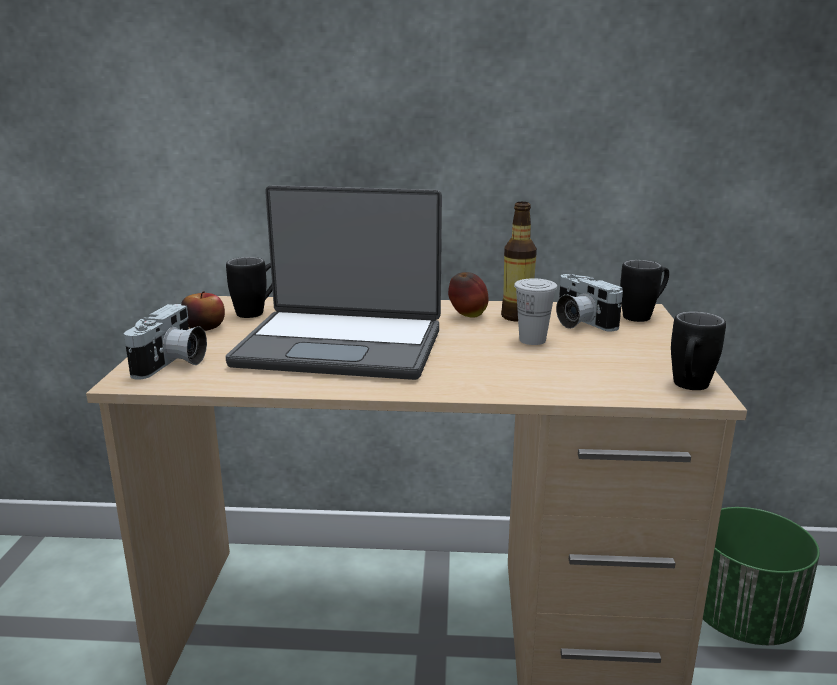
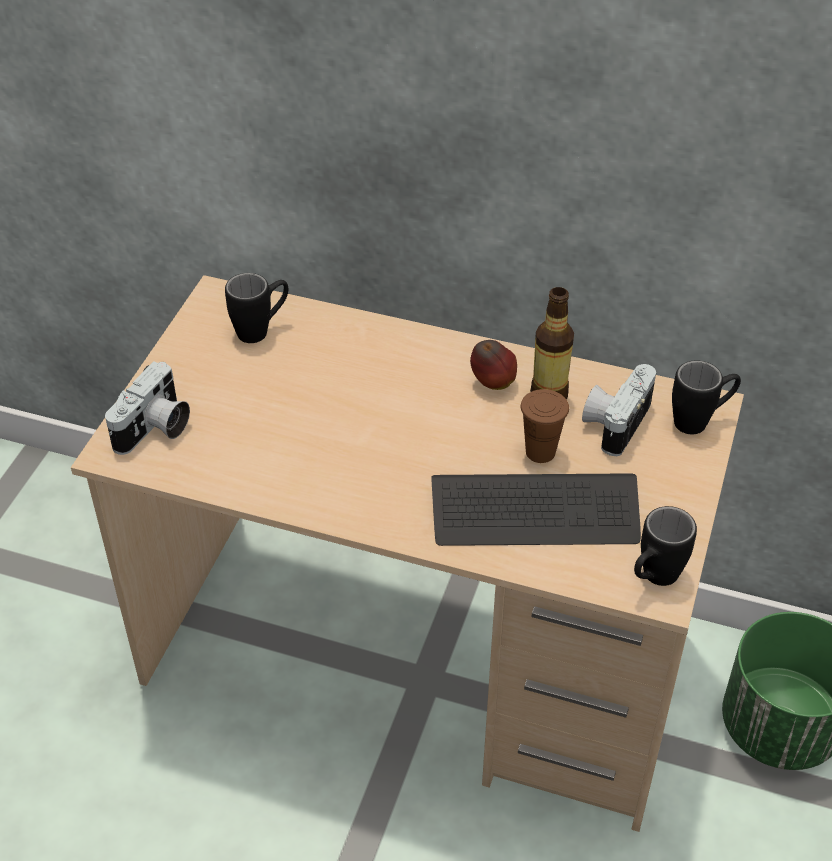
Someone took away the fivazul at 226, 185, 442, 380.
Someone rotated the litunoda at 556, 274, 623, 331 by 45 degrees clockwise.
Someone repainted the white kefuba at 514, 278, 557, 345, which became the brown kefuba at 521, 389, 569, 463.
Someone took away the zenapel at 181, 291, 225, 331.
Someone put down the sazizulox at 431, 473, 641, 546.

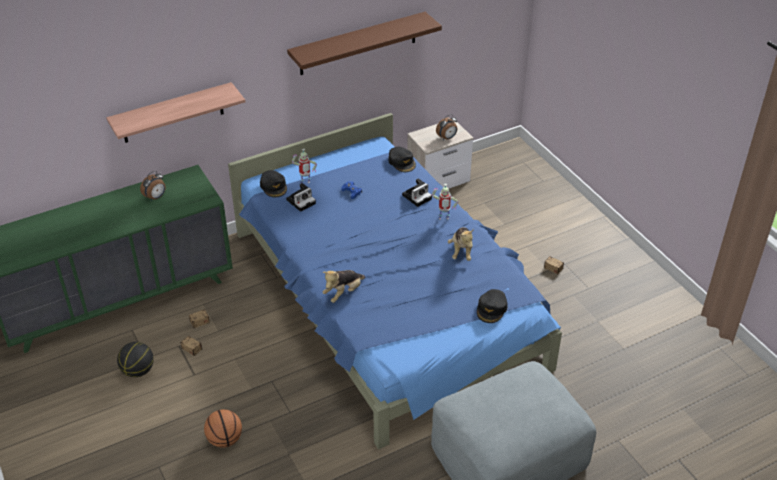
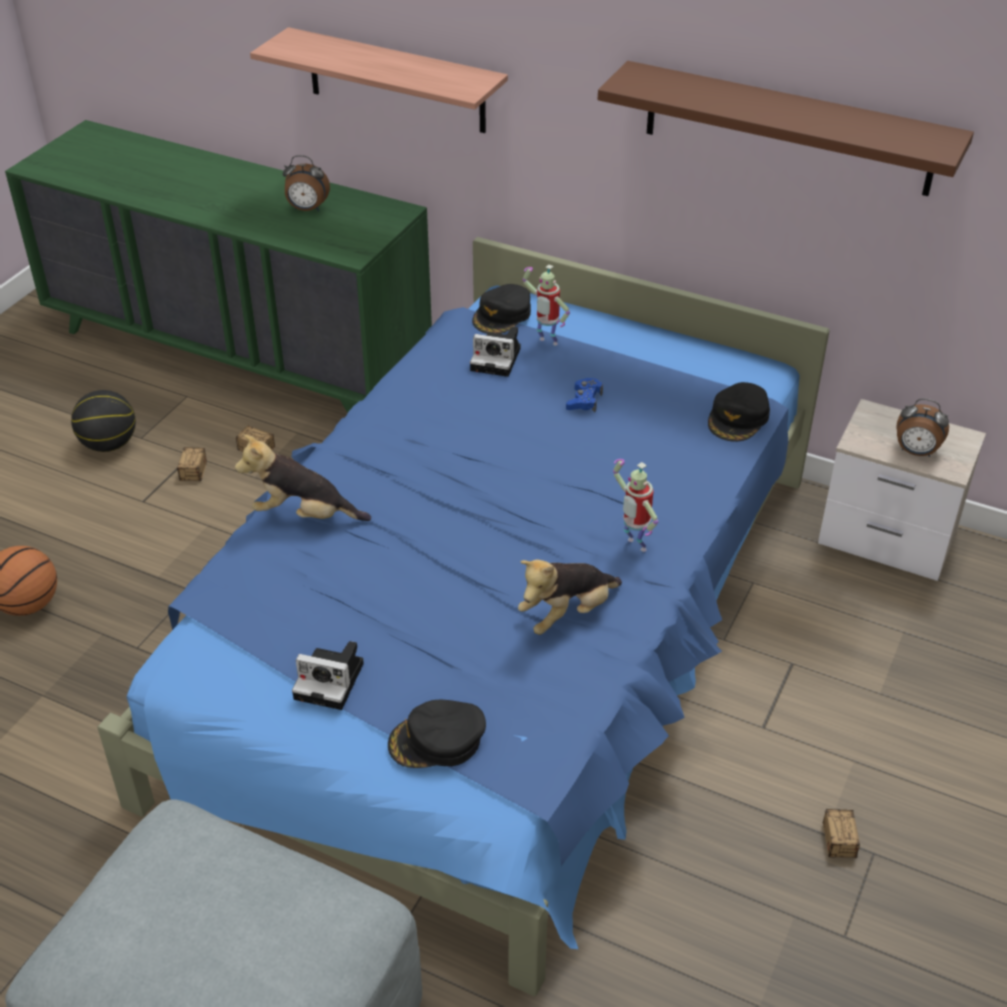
Someone carried the litunoda from 402, 178, 432, 207 to 292, 641, 364, 710.

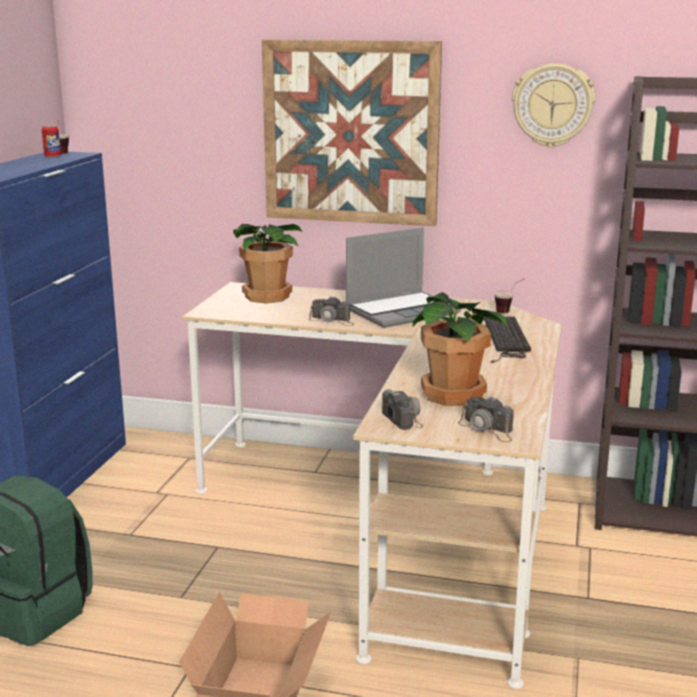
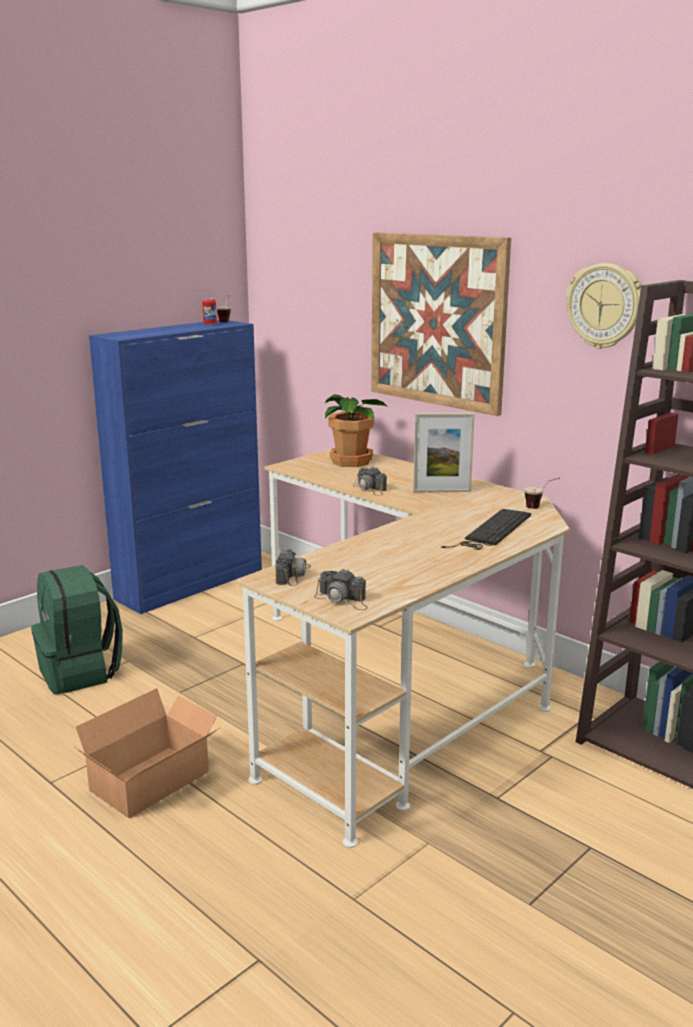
Someone swapped the fivazul at 346, 227, 461, 328 for the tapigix at 413, 413, 475, 492.
Someone took away the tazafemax at 413, 292, 508, 406.
Someone rotated the litunoda at 458, 396, 514, 442 by 45 degrees counterclockwise.

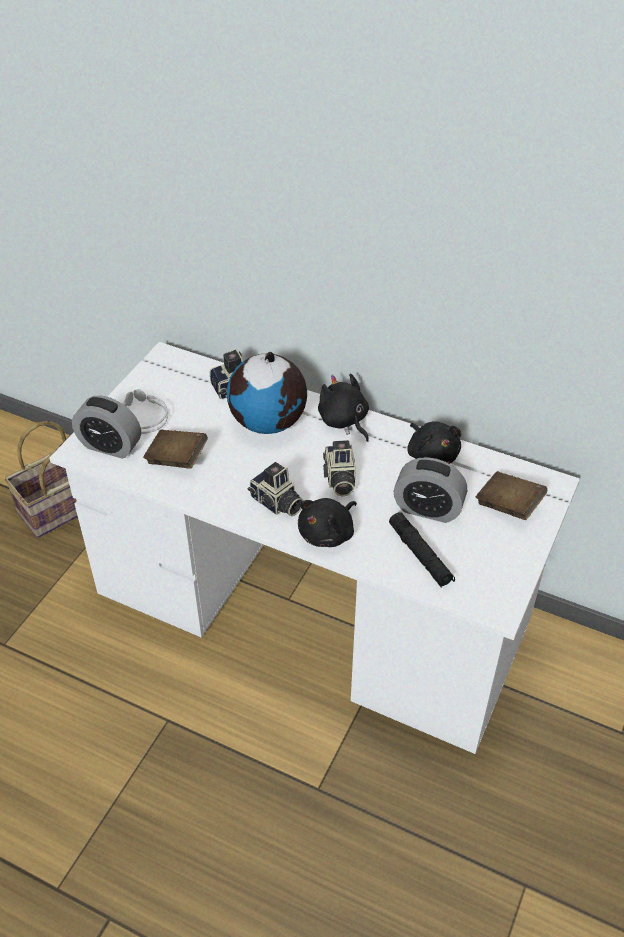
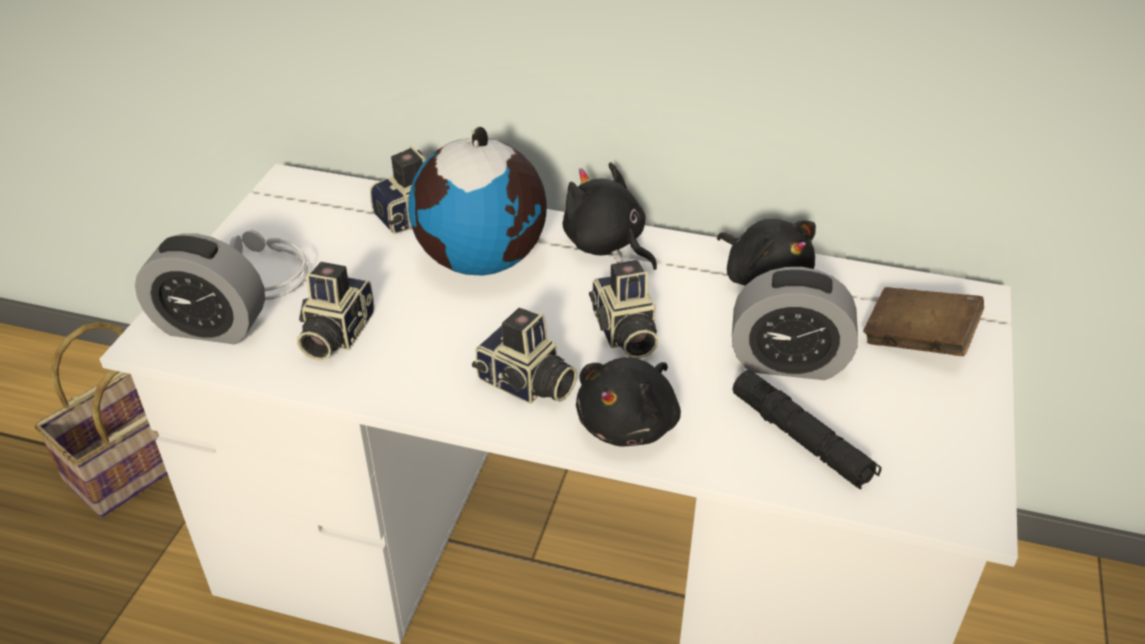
Someone swapped the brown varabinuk at 143, 430, 208, 469 for the litunoda at 297, 262, 374, 361.

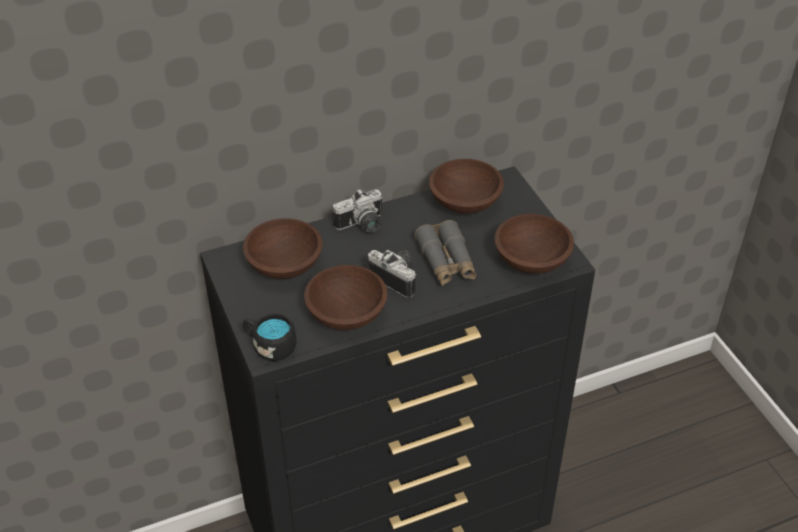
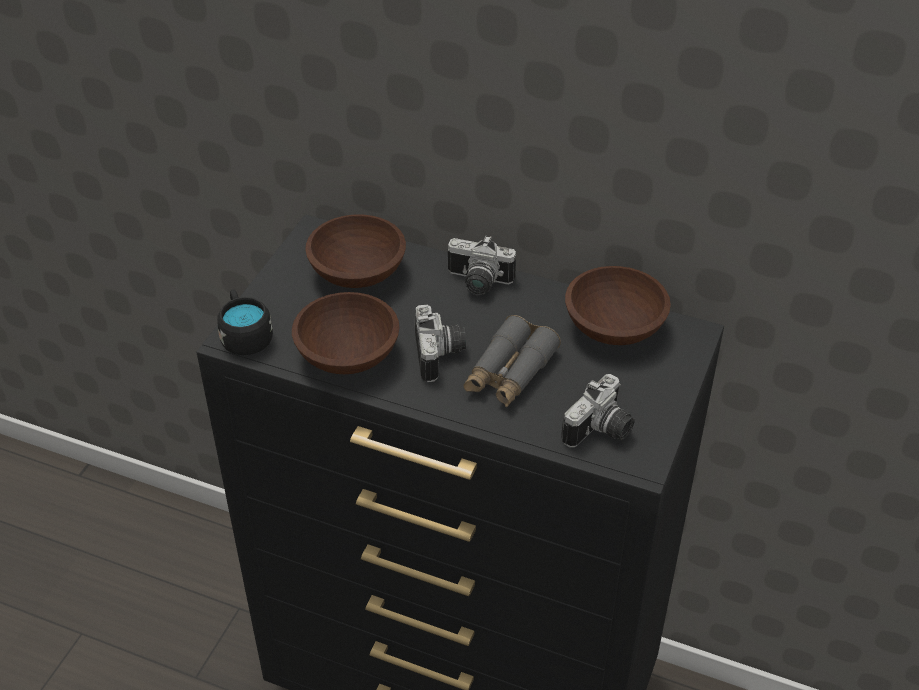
Someone swapped the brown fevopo at 495, 214, 574, 274 for the litunoda at 561, 374, 635, 448.

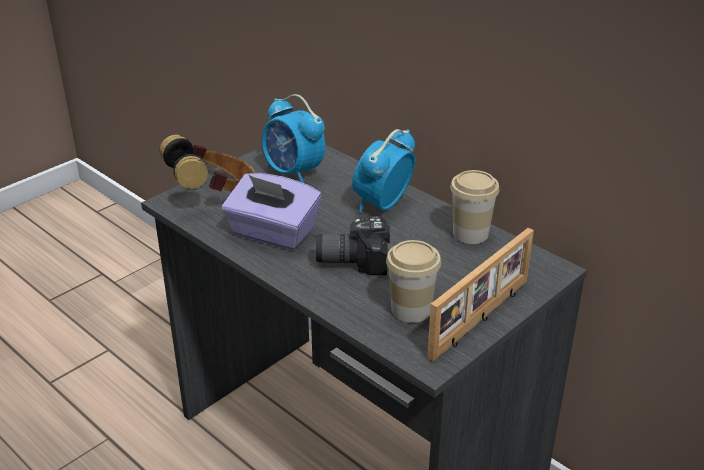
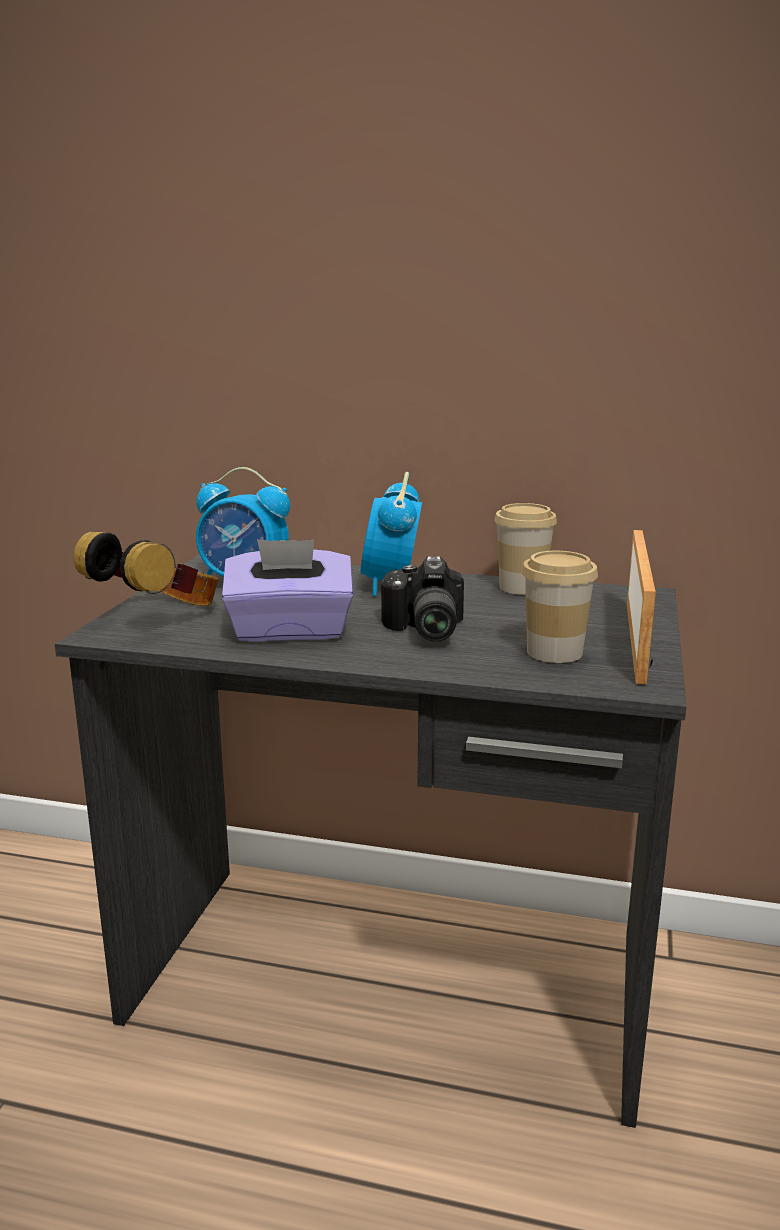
Someone rotated the litunoda at 316, 216, 390, 275 by 60 degrees counterclockwise.

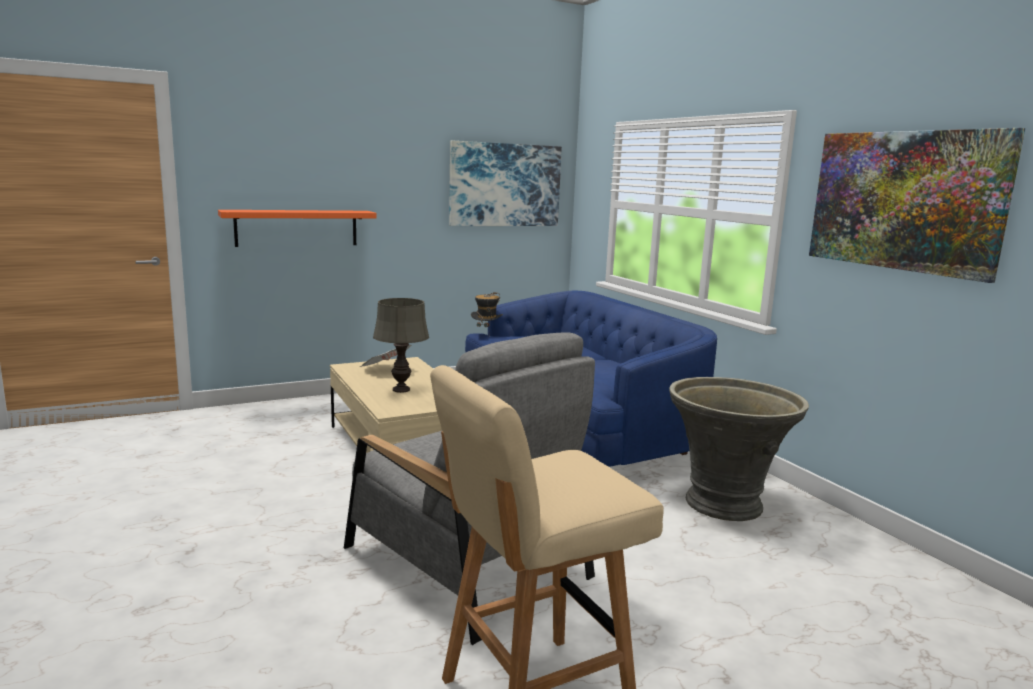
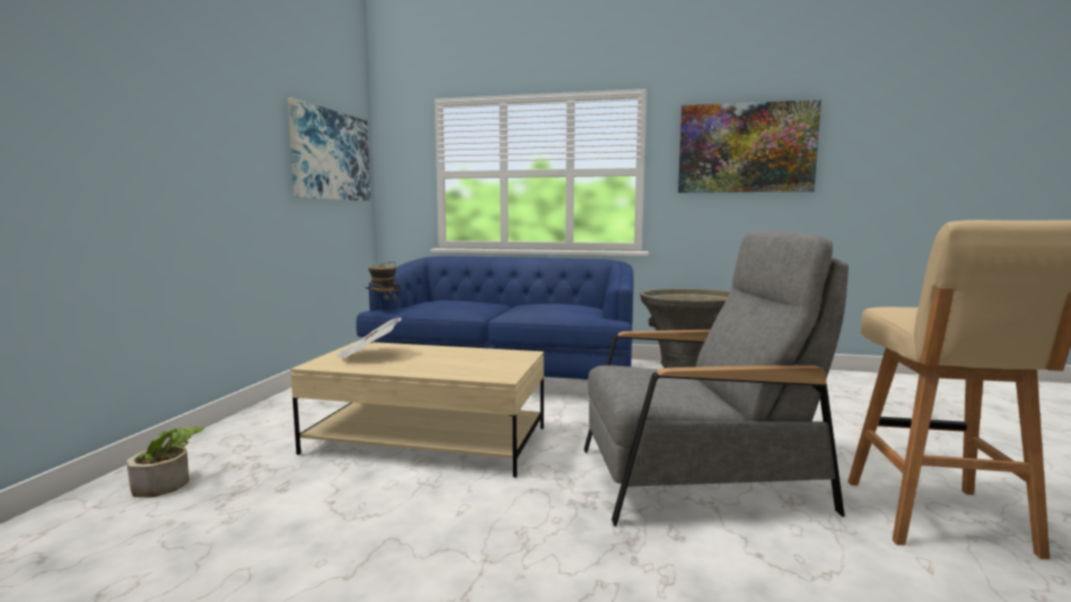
Someone took away the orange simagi at 218, 210, 377, 247.
Someone took away the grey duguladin at 373, 298, 429, 393.
Someone put down the tazafemax at 127, 427, 204, 498.

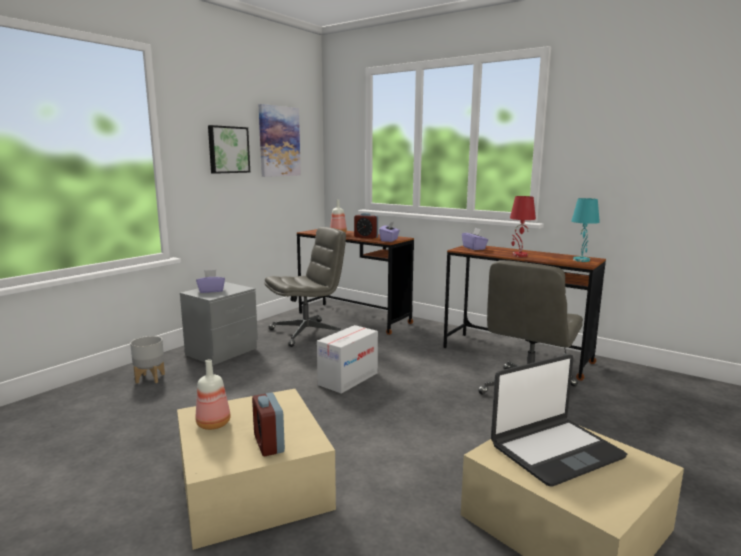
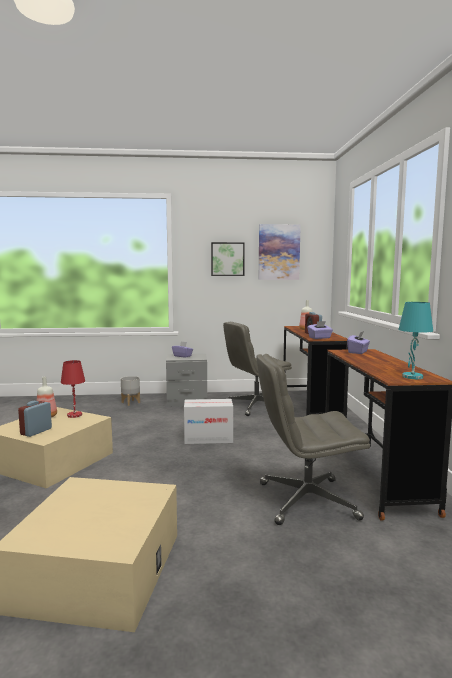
Someone carried the red duguladin from 510, 196, 536, 257 to 61, 360, 85, 418.
Someone rotated the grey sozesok at 265, 227, 346, 347 by 135 degrees clockwise.
Someone took away the fivazul at 491, 354, 627, 487.

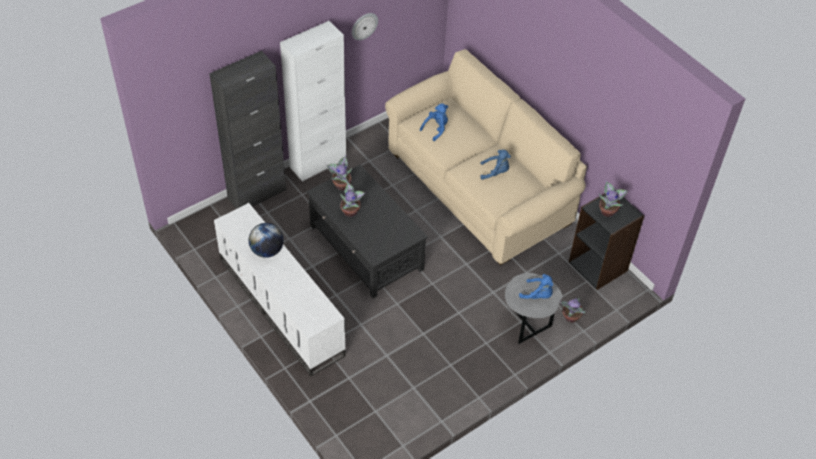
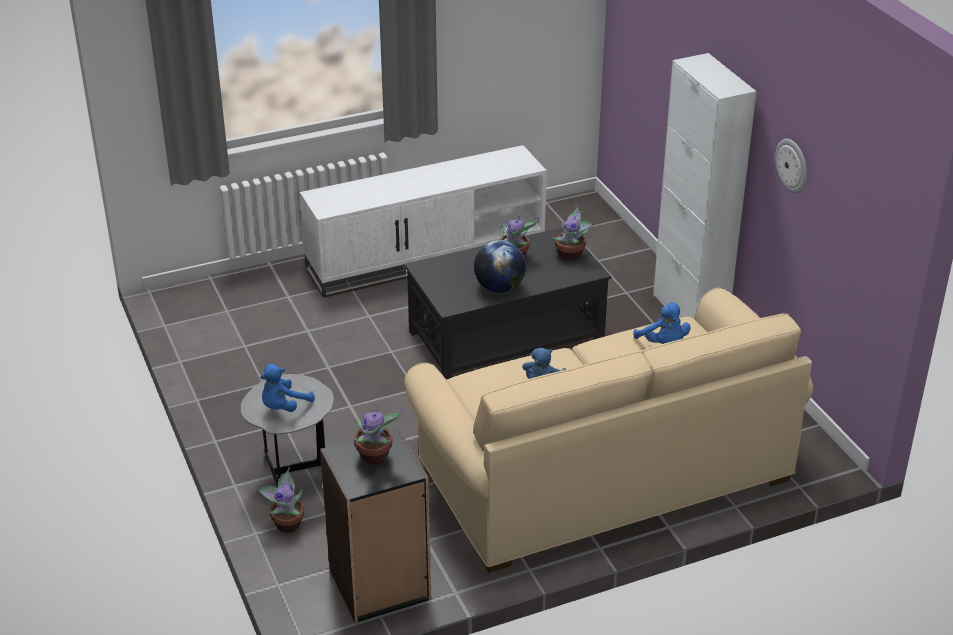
Someone took away the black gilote at 209, 51, 286, 209.
Someone carried the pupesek from 249, 223, 283, 258 to 474, 240, 526, 292.

